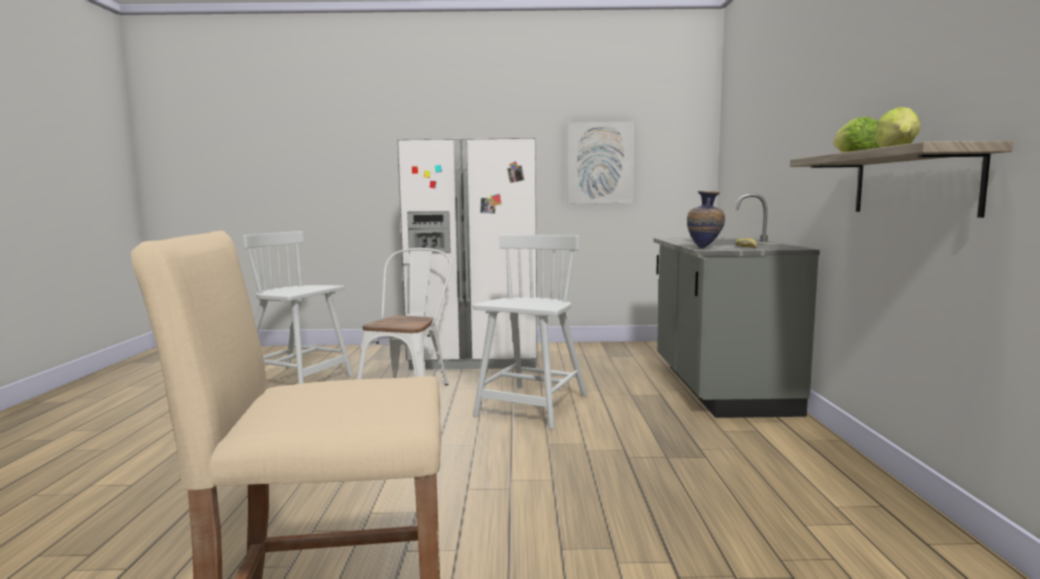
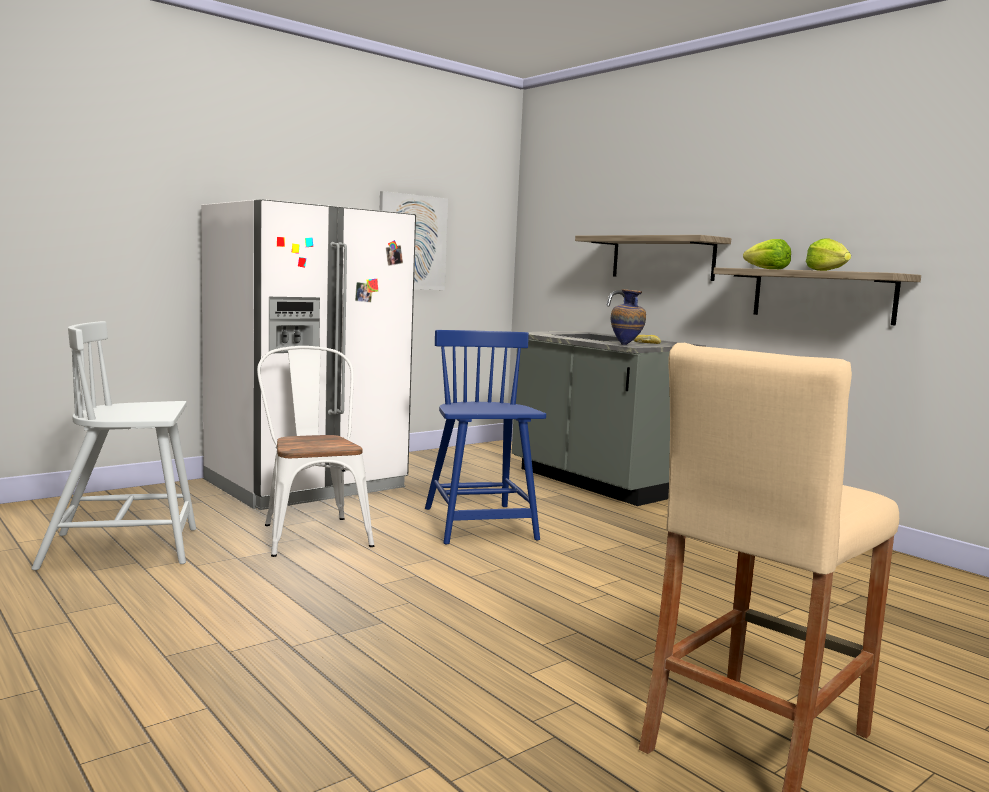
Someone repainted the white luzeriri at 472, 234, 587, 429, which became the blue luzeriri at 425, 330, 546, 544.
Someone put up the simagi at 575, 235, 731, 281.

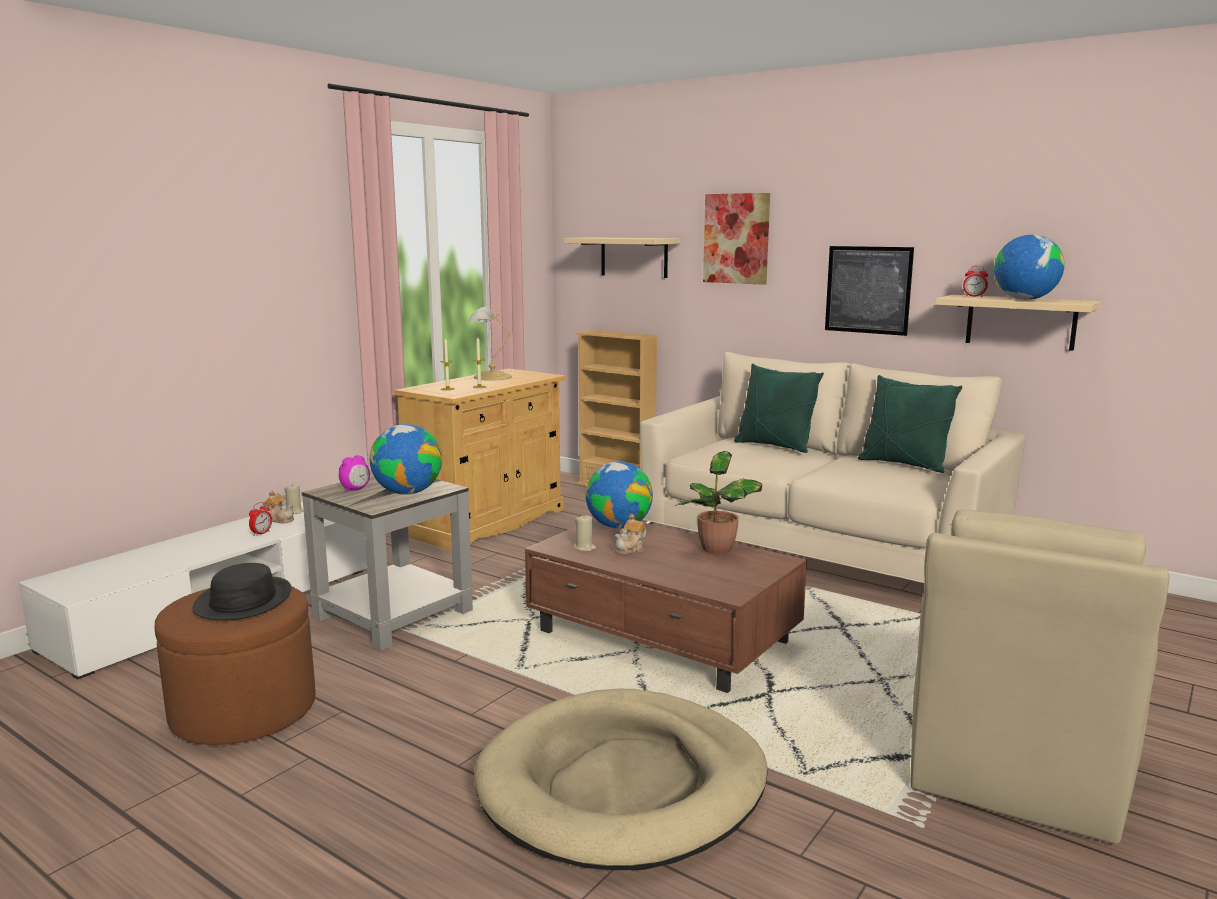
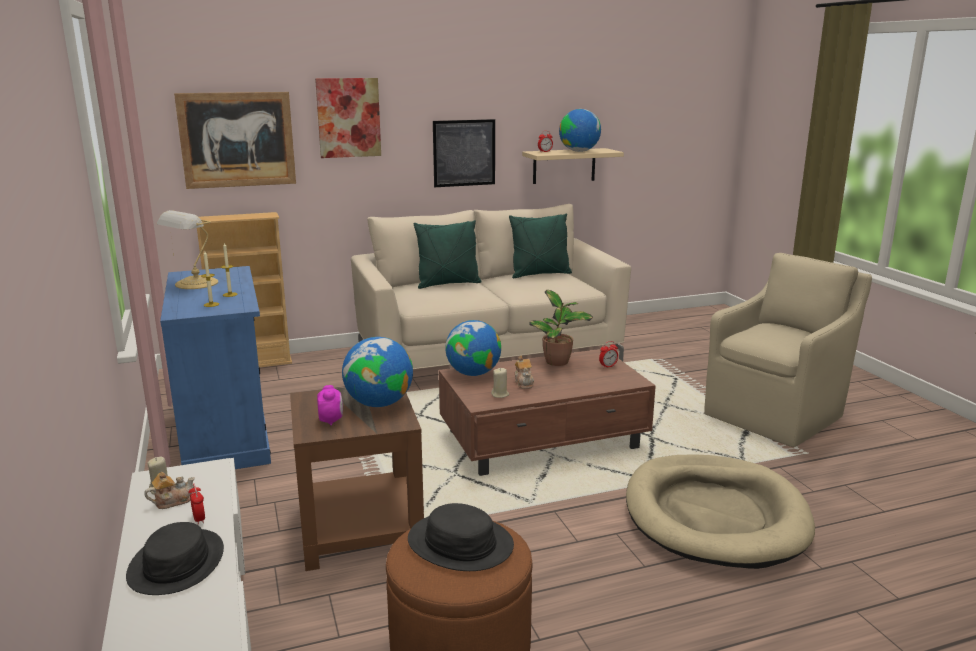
Someone swapped the beige simagi at 564, 237, 680, 278 for the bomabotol at 174, 92, 296, 189.
Someone repainted the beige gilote at 394, 369, 565, 550, which became the blue gilote at 160, 266, 271, 469.
Someone repainted the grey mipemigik at 302, 475, 473, 650, which became the brown mipemigik at 290, 387, 424, 571.
Someone rotated the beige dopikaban at 910, 509, 1170, 844 by 105 degrees counterclockwise.
Someone put down the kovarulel at 599, 341, 618, 368.
Someone put down the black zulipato at 126, 522, 224, 595.

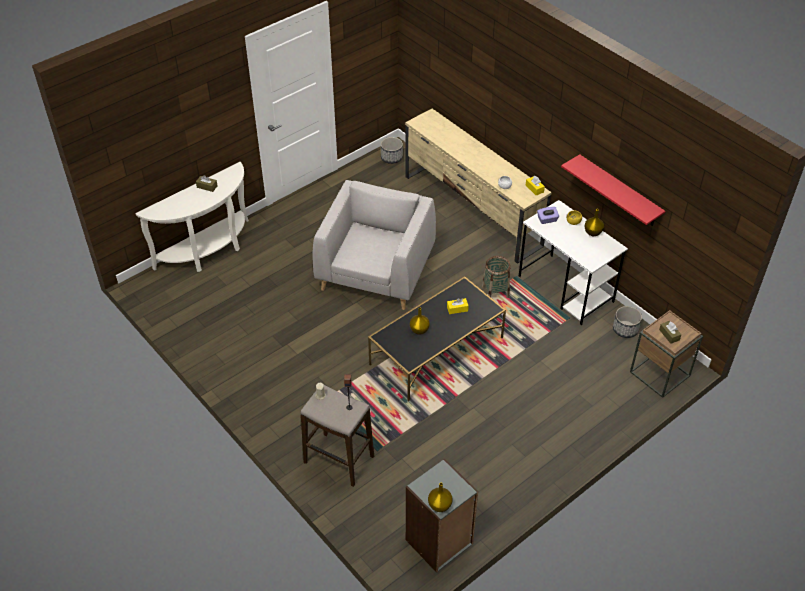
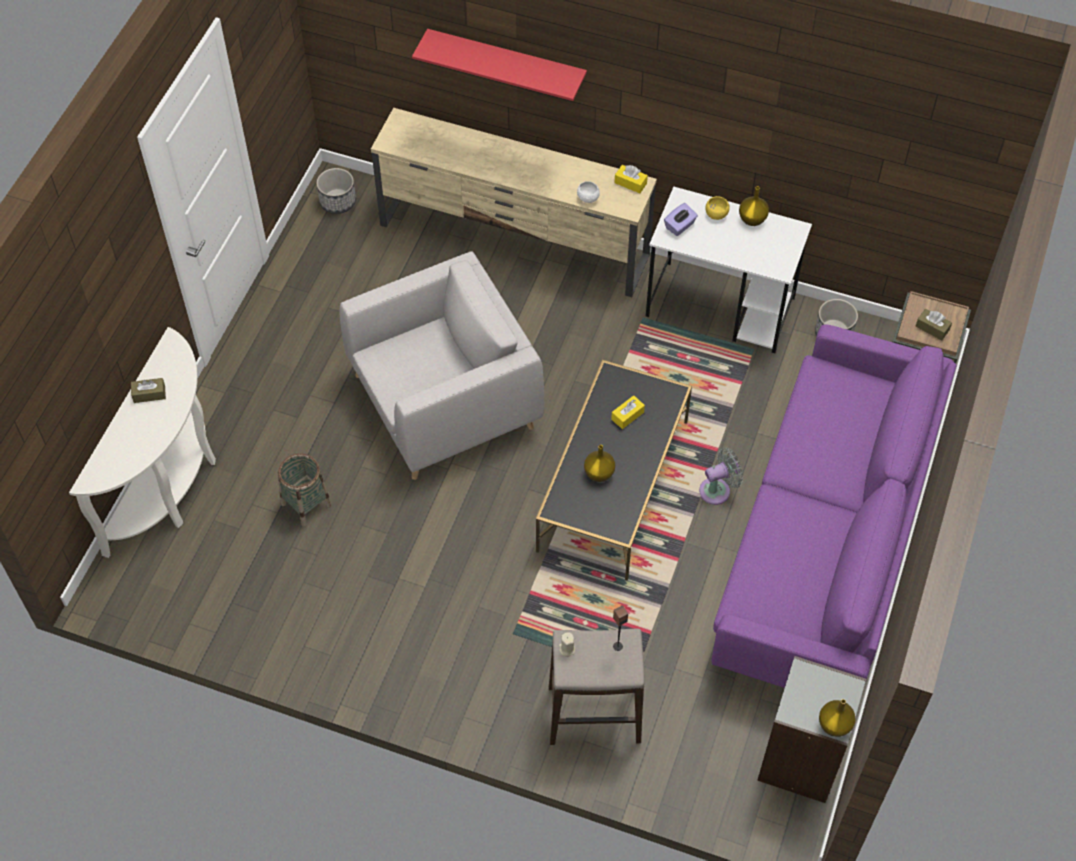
Someone carried the red simagi from 561, 154, 665, 226 to 412, 29, 587, 101.
Someone rotated the grey dopikaban at 313, 180, 436, 310 by 75 degrees clockwise.
Someone carried the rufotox from 482, 256, 511, 298 to 278, 453, 332, 526.
Someone put down the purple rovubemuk at 711, 324, 957, 688.
Someone put down the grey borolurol at 699, 448, 743, 505.

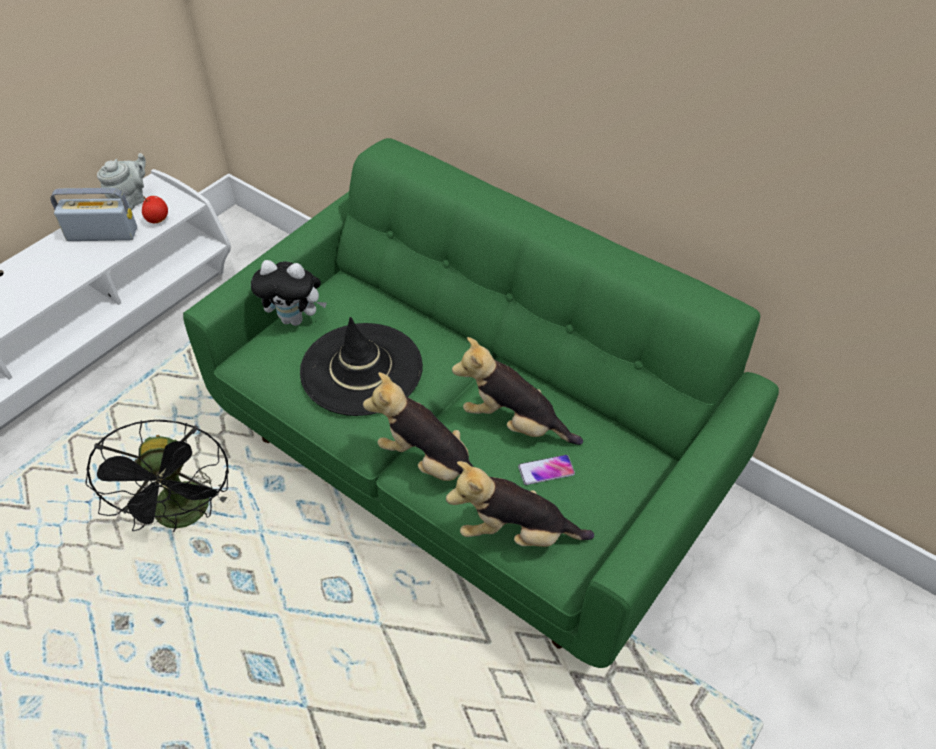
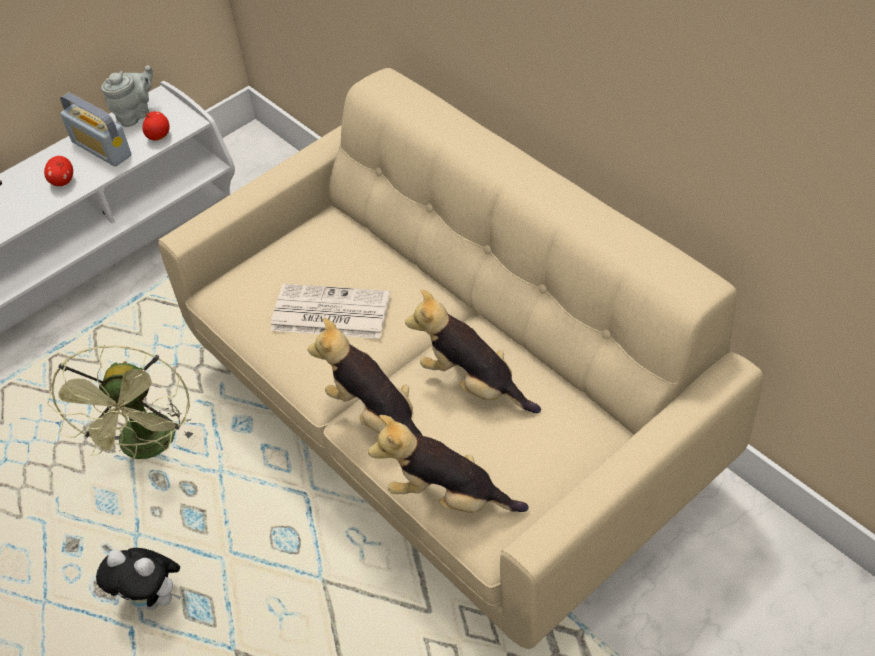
Someone repainted the green rovubemuk at 183, 138, 779, 668, which became the beige rovubemuk at 158, 68, 763, 649.
Someone rotated the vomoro at 50, 188, 137, 241 by 150 degrees counterclockwise.
Someone carried the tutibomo from 251, 260, 327, 326 to 96, 548, 181, 610.
Someone swapped the black zulipato at 300, 317, 423, 416 for the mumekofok at 270, 284, 390, 339.
Someone repainted the black borolurol at 85, 420, 229, 532, which became the green borolurol at 47, 345, 194, 461.
Someone took away the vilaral at 518, 455, 575, 485.
Someone put down the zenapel at 44, 156, 73, 186.

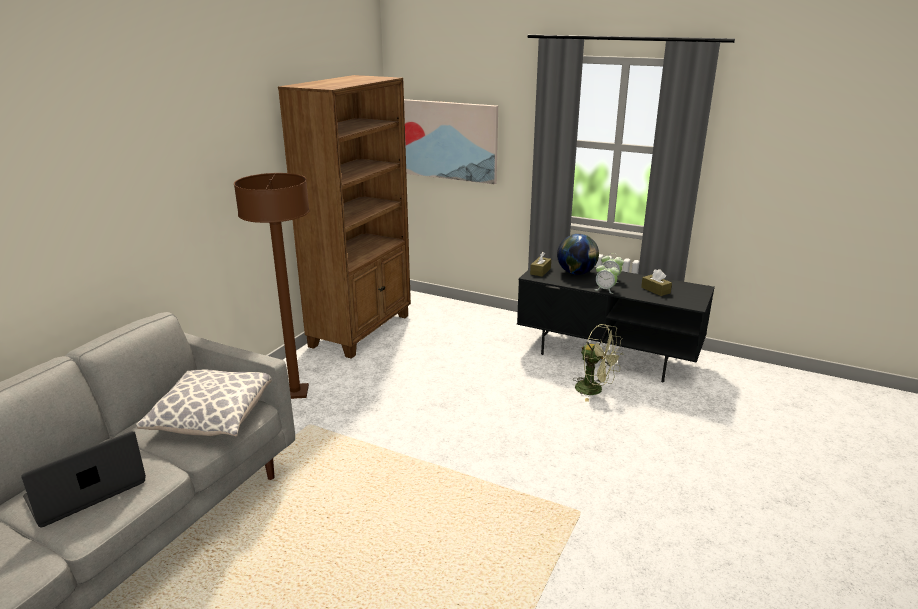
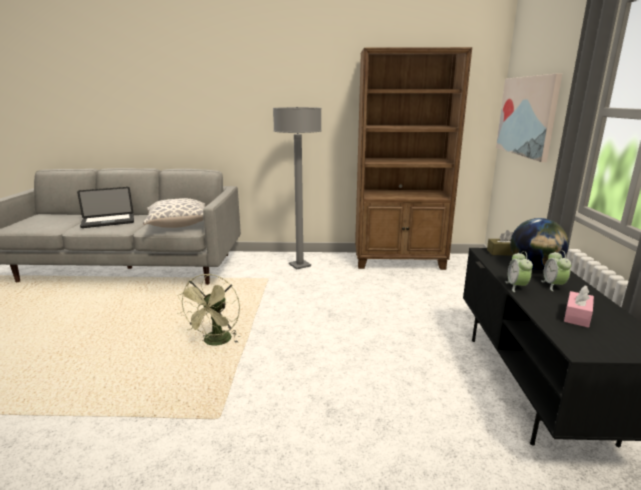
Someone repainted the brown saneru at 234, 173, 310, 399, which became the grey saneru at 273, 107, 321, 270.
Someone repainted the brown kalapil at 641, 269, 672, 296, which became the pink kalapil at 564, 286, 594, 328.
Someone carried the green borolurol from 573, 324, 623, 402 to 177, 274, 240, 346.
Someone rotated the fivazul at 21, 431, 146, 527 by 135 degrees clockwise.

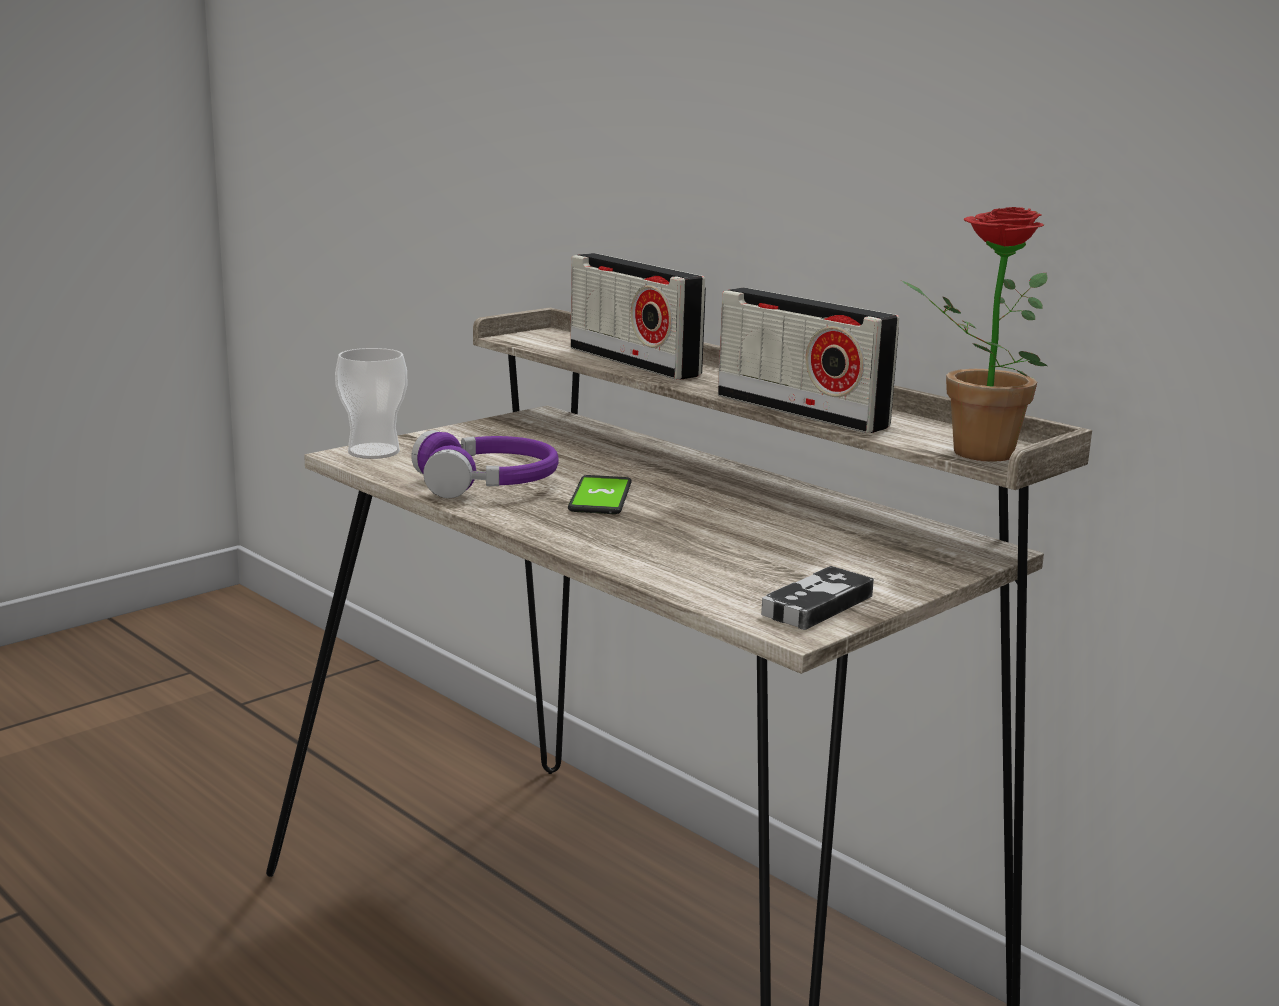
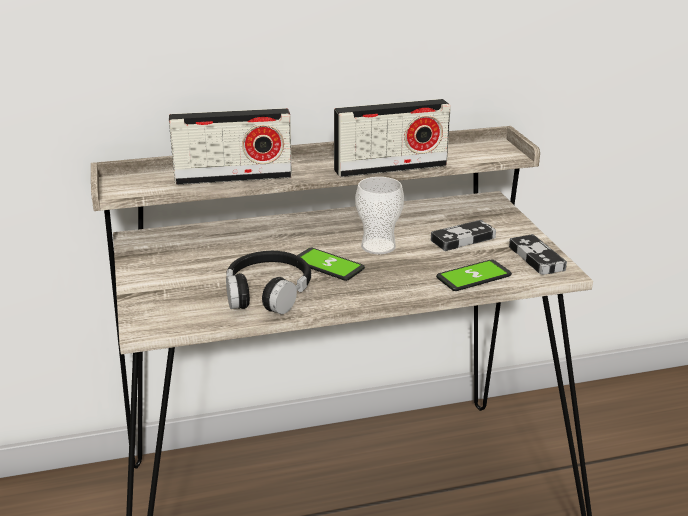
Someone took away the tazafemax at 902, 207, 1047, 462.
Someone carried the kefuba from 335, 348, 407, 459 to 355, 177, 404, 254.
Someone repainted the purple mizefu at 411, 430, 559, 498, which became the black mizefu at 226, 251, 311, 314.
Someone put down the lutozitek at 431, 220, 496, 251.
Someone put down the vilaral at 436, 260, 512, 291.

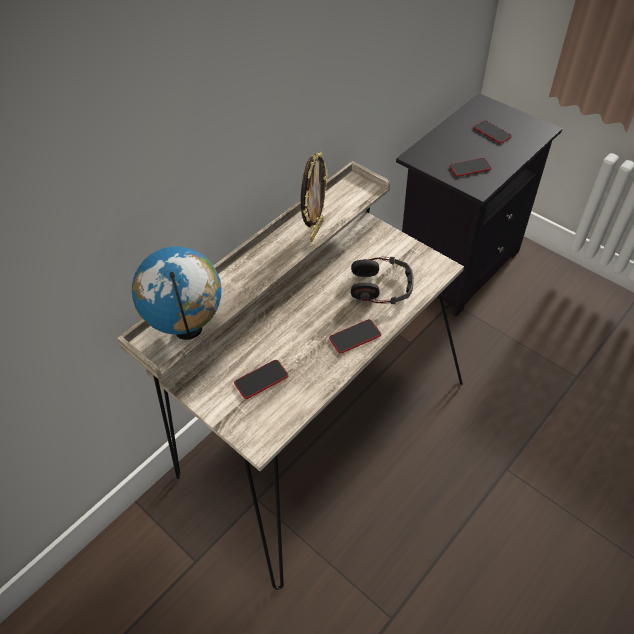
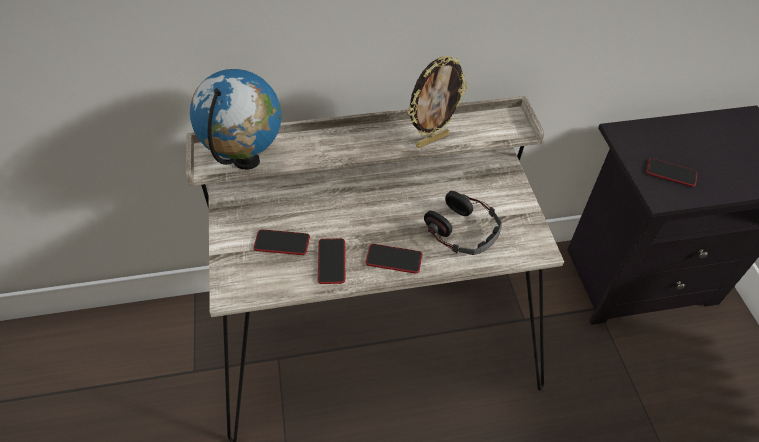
Someone carried the vilaral from 473, 120, 512, 143 to 318, 238, 346, 284.

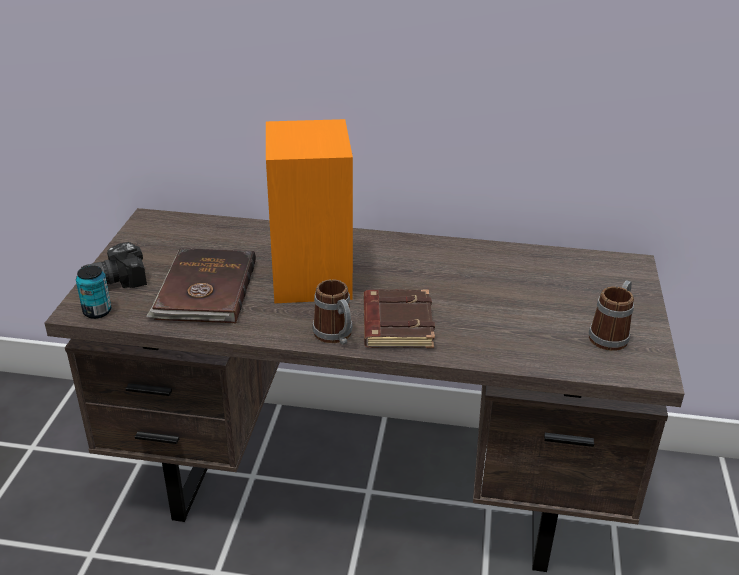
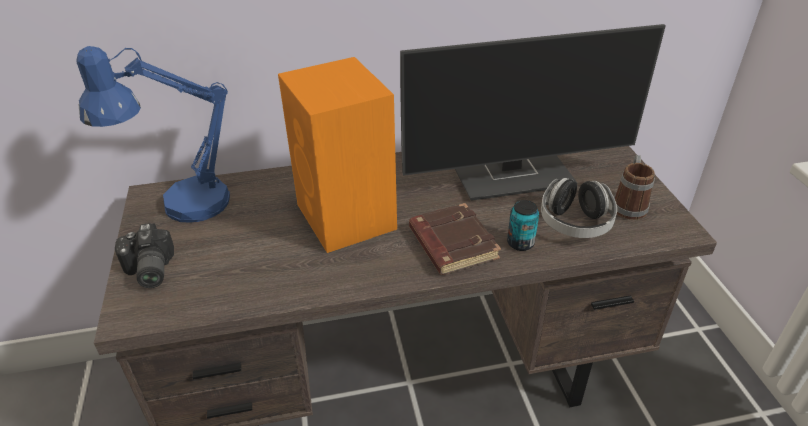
Someone rotated the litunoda at 81, 242, 147, 288 by 60 degrees counterclockwise.
Someone took away the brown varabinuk at 146, 248, 256, 324.
Someone carried the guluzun from 76, 266, 112, 319 to 507, 200, 539, 251.
Someone took away the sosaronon at 312, 279, 353, 345.
Someone put down the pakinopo at 400, 24, 666, 201.
Someone put down the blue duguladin at 76, 46, 230, 222.
Someone put down the mizefu at 541, 178, 617, 238.

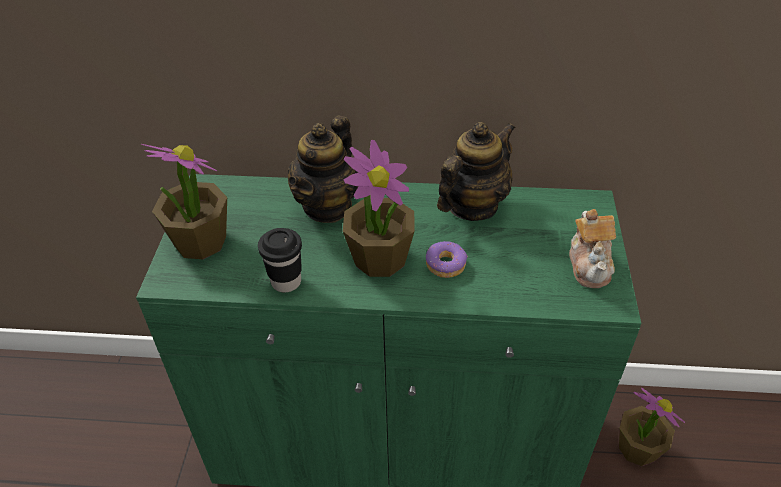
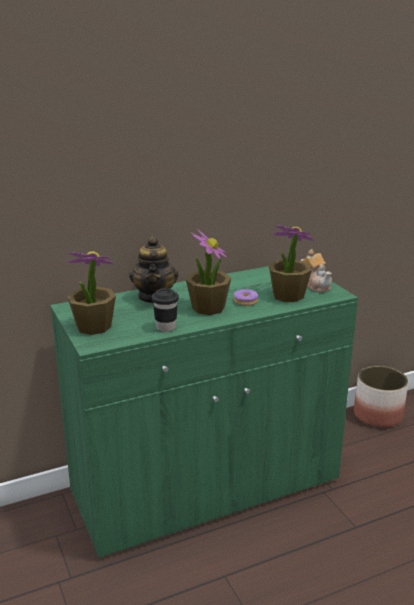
Someone took away the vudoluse at 437, 122, 516, 221.
Someone carried the tazafemax from 619, 388, 685, 466 to 269, 225, 314, 302.
Someone put down the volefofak at 354, 366, 408, 428.

